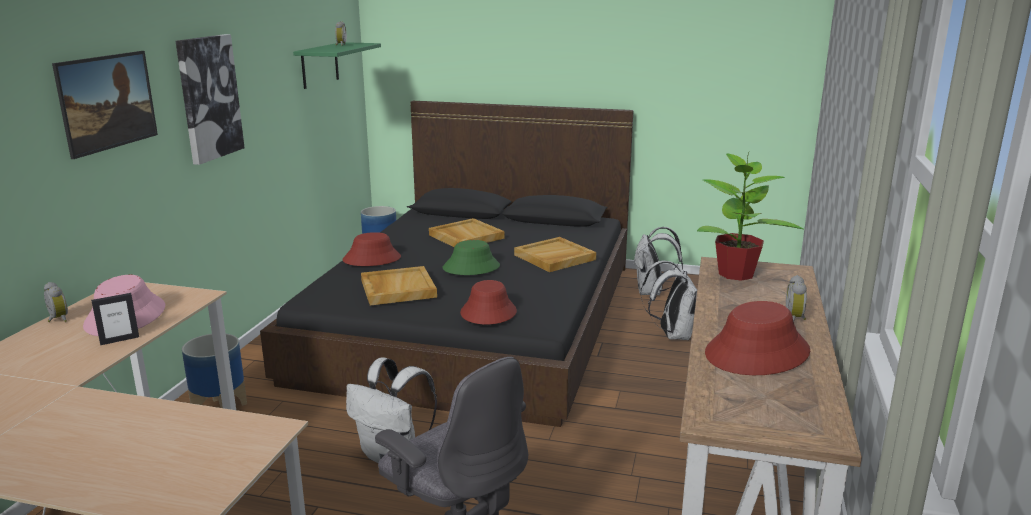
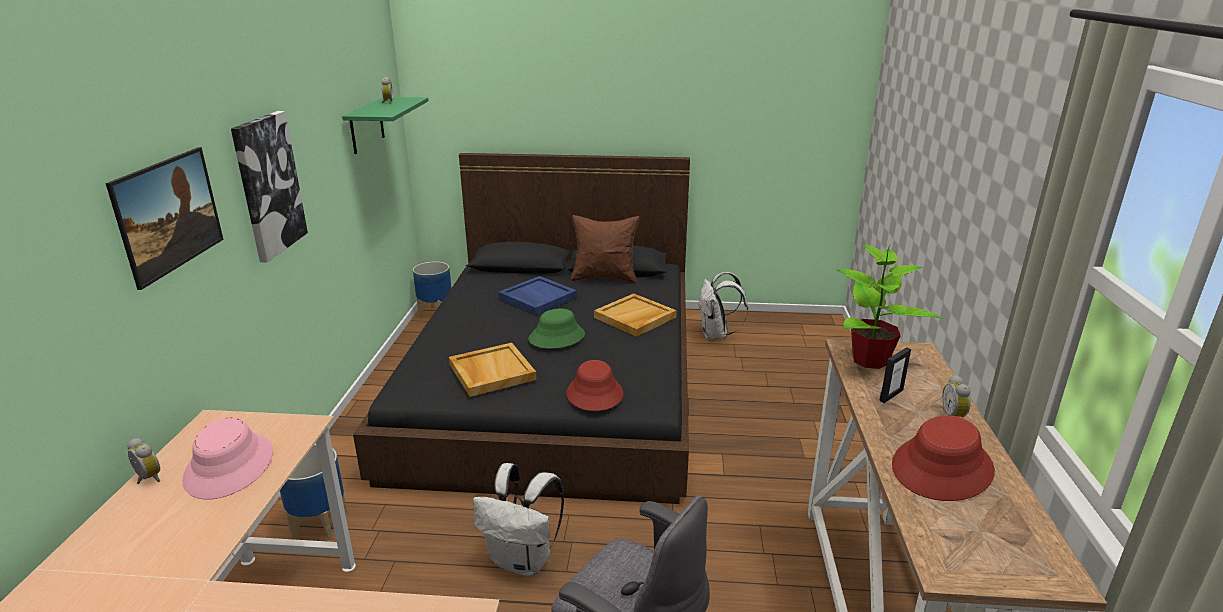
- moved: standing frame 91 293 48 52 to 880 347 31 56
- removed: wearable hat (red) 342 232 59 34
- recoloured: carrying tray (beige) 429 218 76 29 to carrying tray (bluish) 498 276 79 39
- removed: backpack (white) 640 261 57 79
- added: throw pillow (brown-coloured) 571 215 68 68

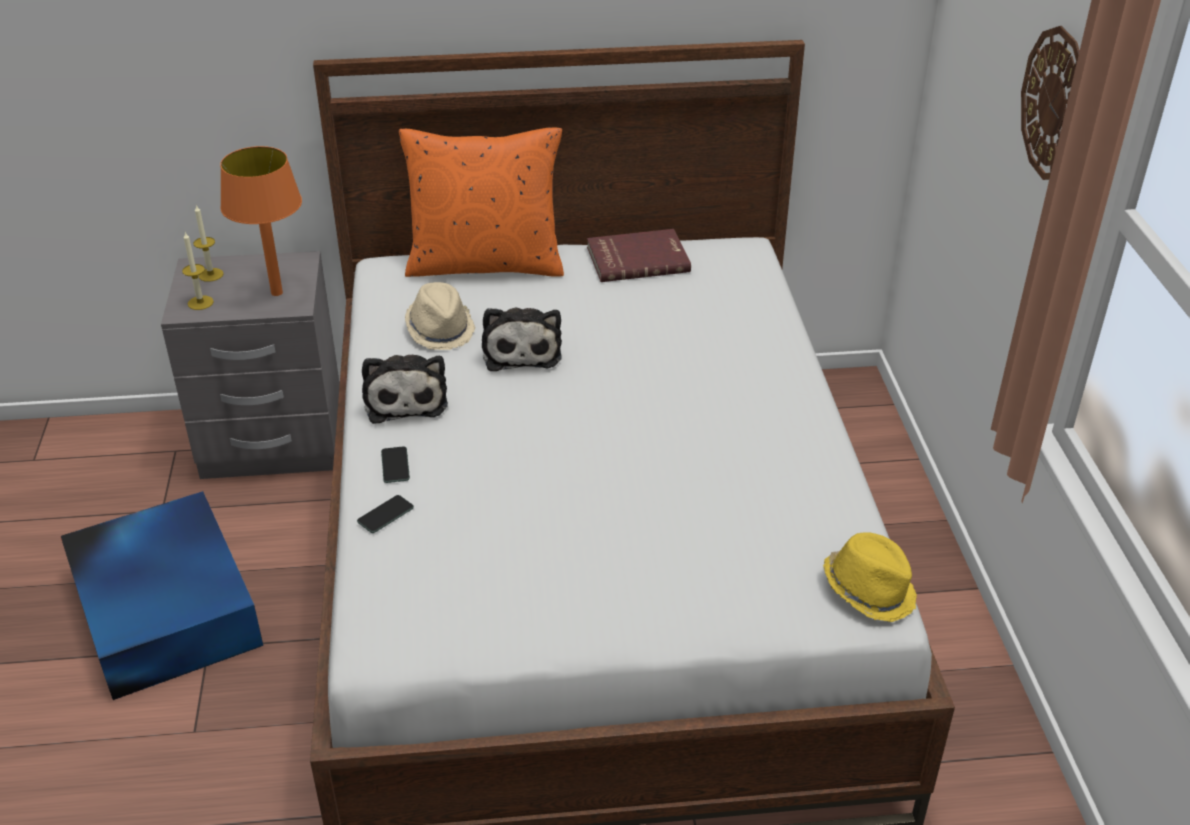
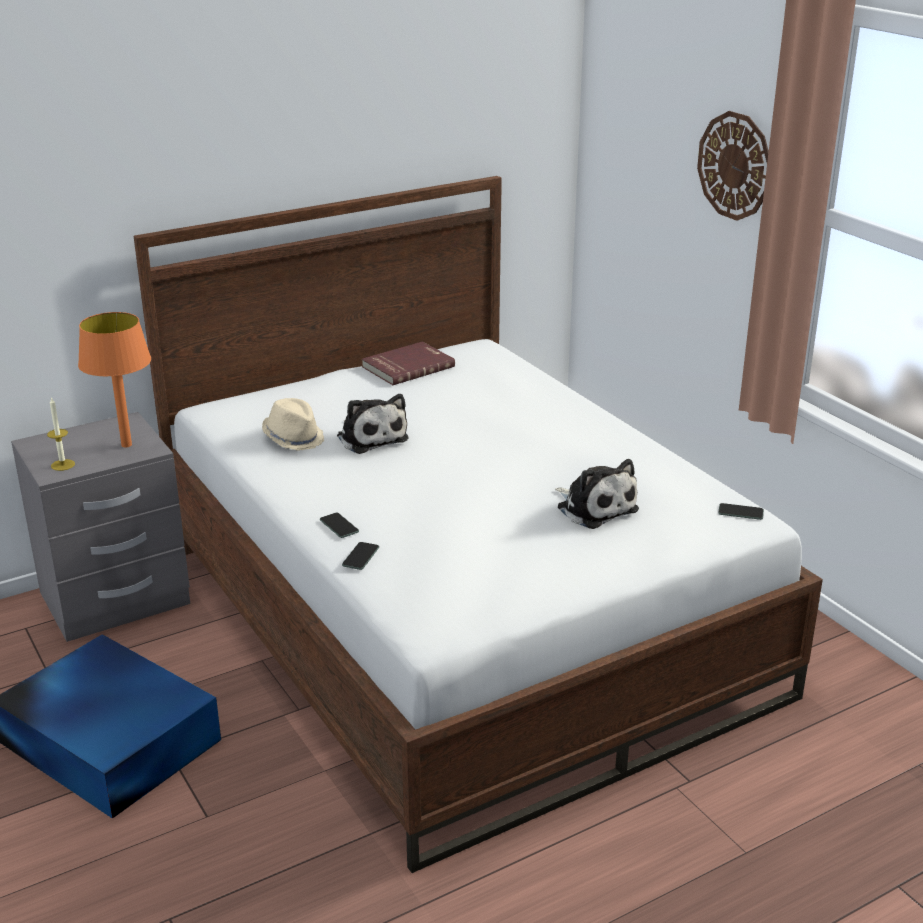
- removed: wax candle 193 205 30 77
- moved: plush toy 362 355 86 69 to 555 459 84 70
- removed: throw pillow (orange) 399 127 165 150
- replaced: wearable hat (yellow-coloured) 823 532 94 90 to phone 718 503 46 17

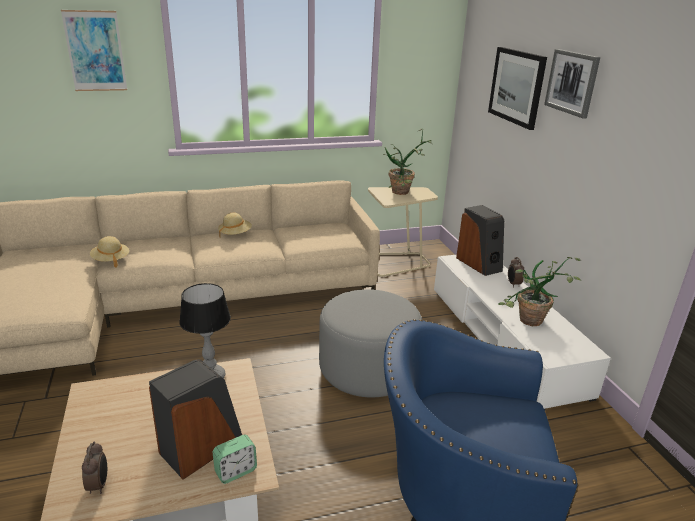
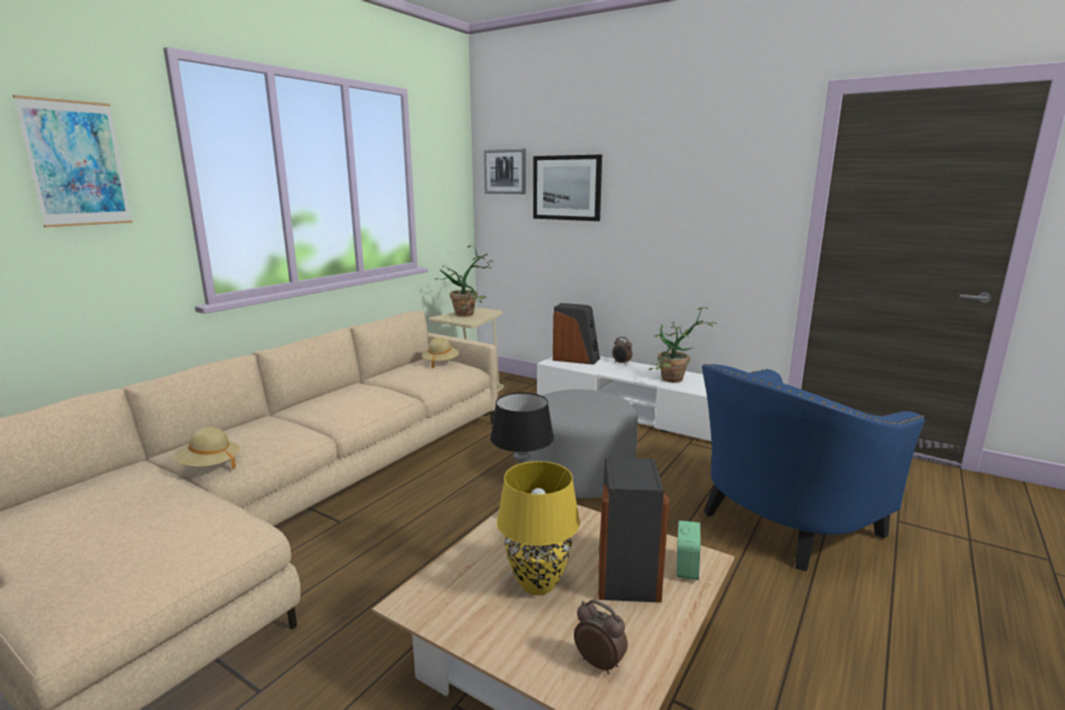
- moved: wearable hat (beige) 218 212 34 26 to 422 338 37 31
- moved: wall picture 544 49 56 69 to 484 149 42 45
- added: lamp for a table (yellow-coloured) 497 461 83 134

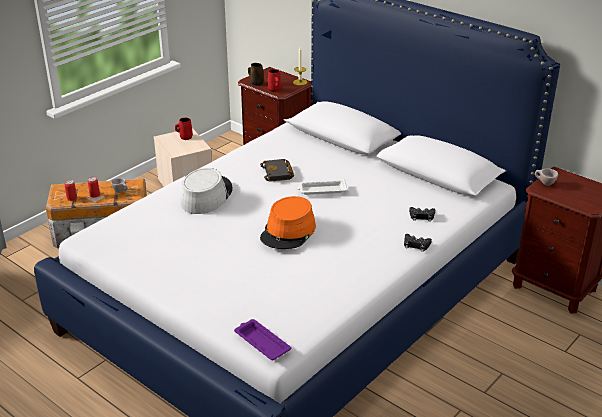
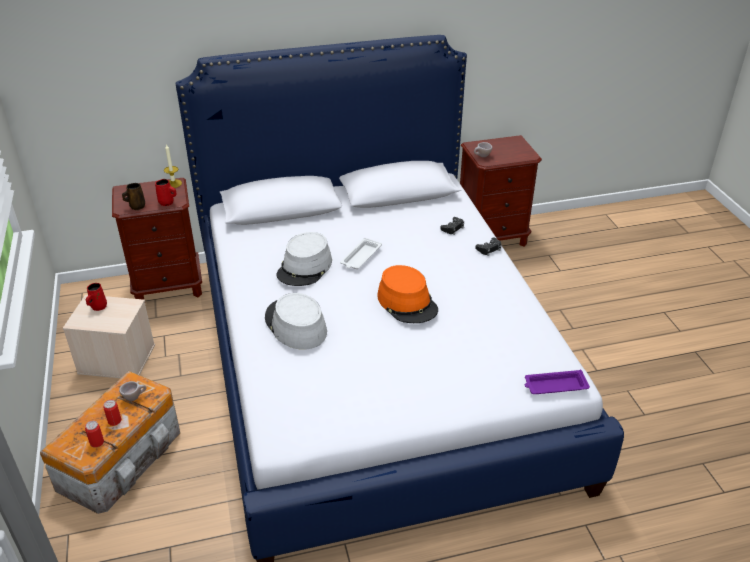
- replaced: volume (black) 260 159 34 23 to wearable hat (gray) 276 232 56 54

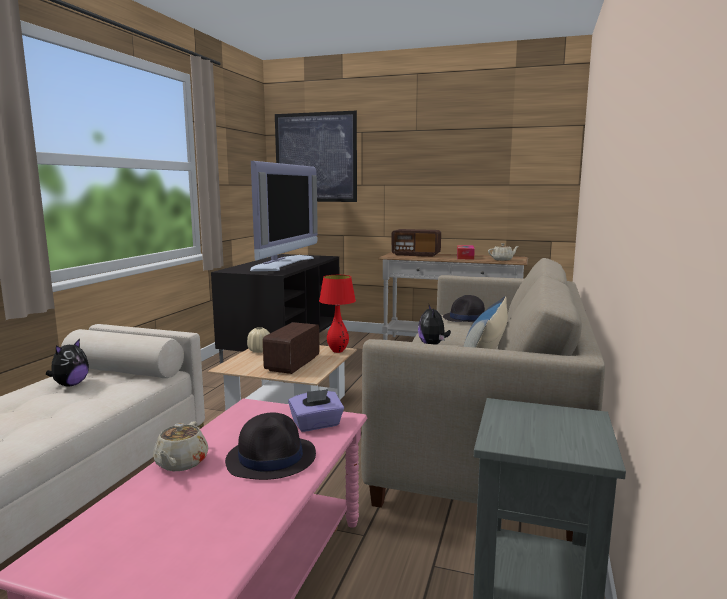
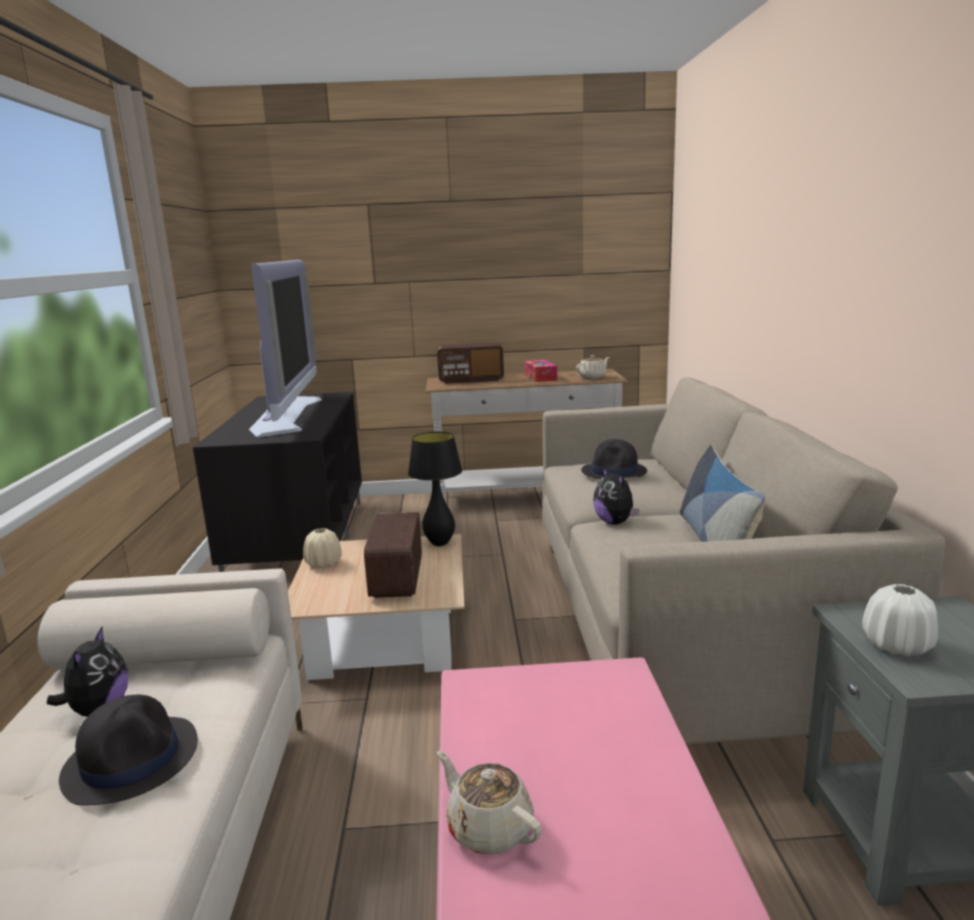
- turned: tea pot (beige) 153 421 55 50 = 437 751 105 103 150 degrees clockwise
- moved: wearable hat (black) 225 412 91 68 to 59 695 139 111
- removed: wall picture 275 111 82 91
- removed: tissue holder (purple-coloured) 288 389 56 43
- recoloured: lamp for a table (red) 319 275 37 78 to lamp for a table (black) 408 432 54 114
- added: decorative vase (white) 862 584 76 72

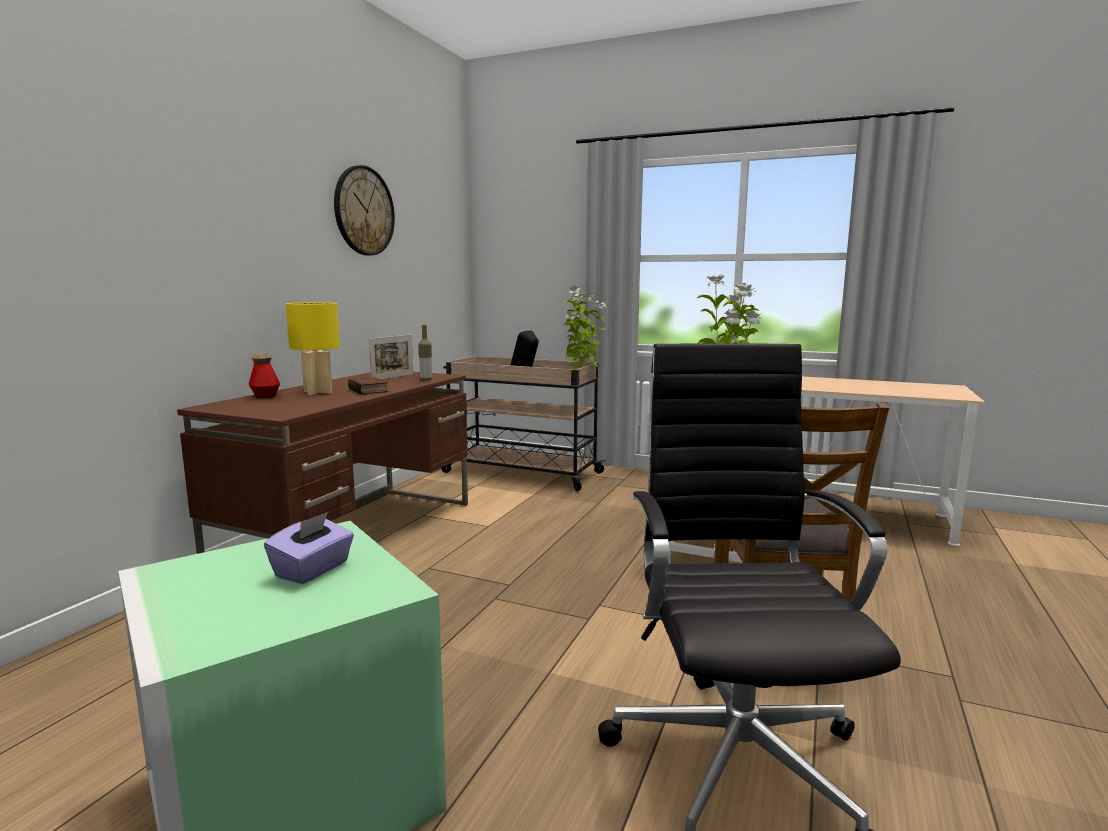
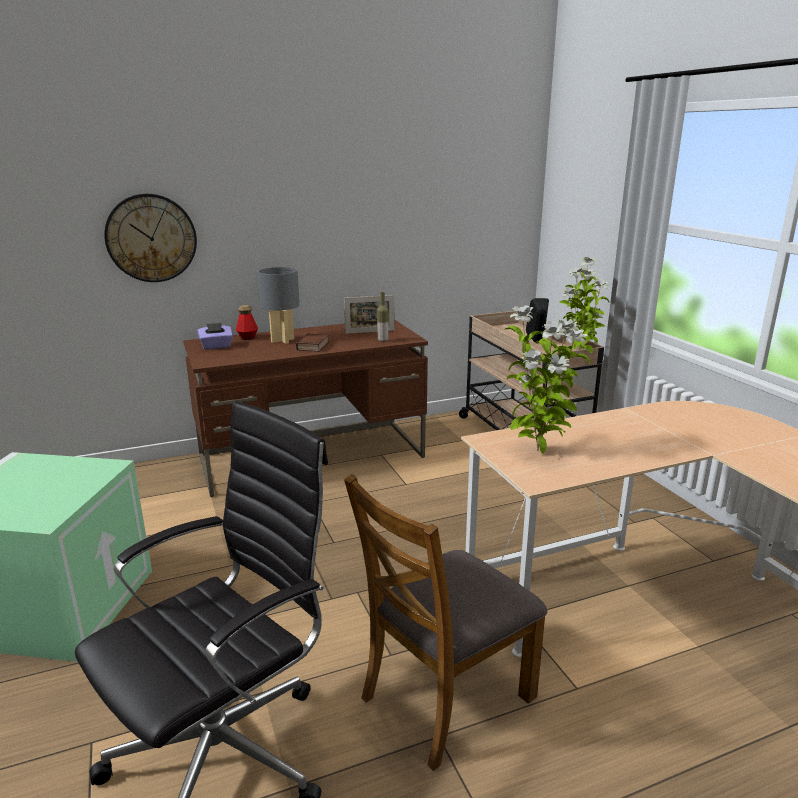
- moved: tissue holder (purple-coloured) 264 512 90 72 to 198 323 35 27
- recoloured: lamp for a table (yellow-coloured) 286 302 54 93 to lamp for a table (gray) 258 267 42 77
- moved: clock on the wall 334 165 61 91 to 104 194 93 88

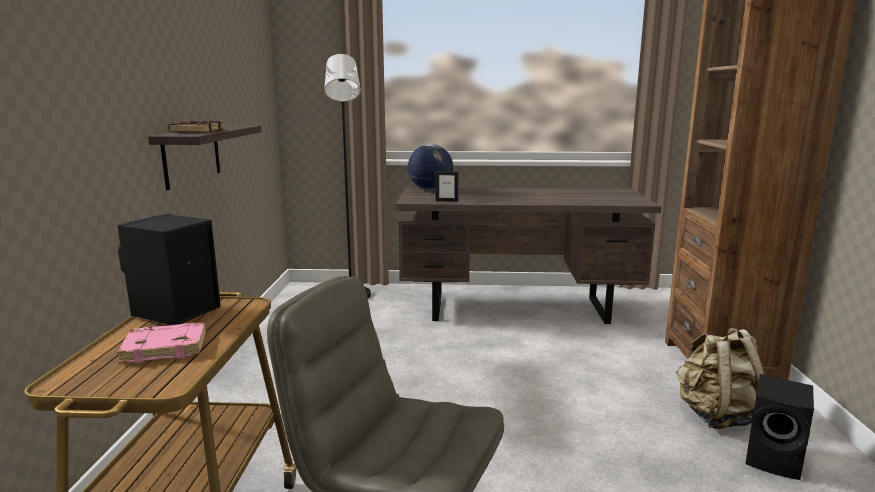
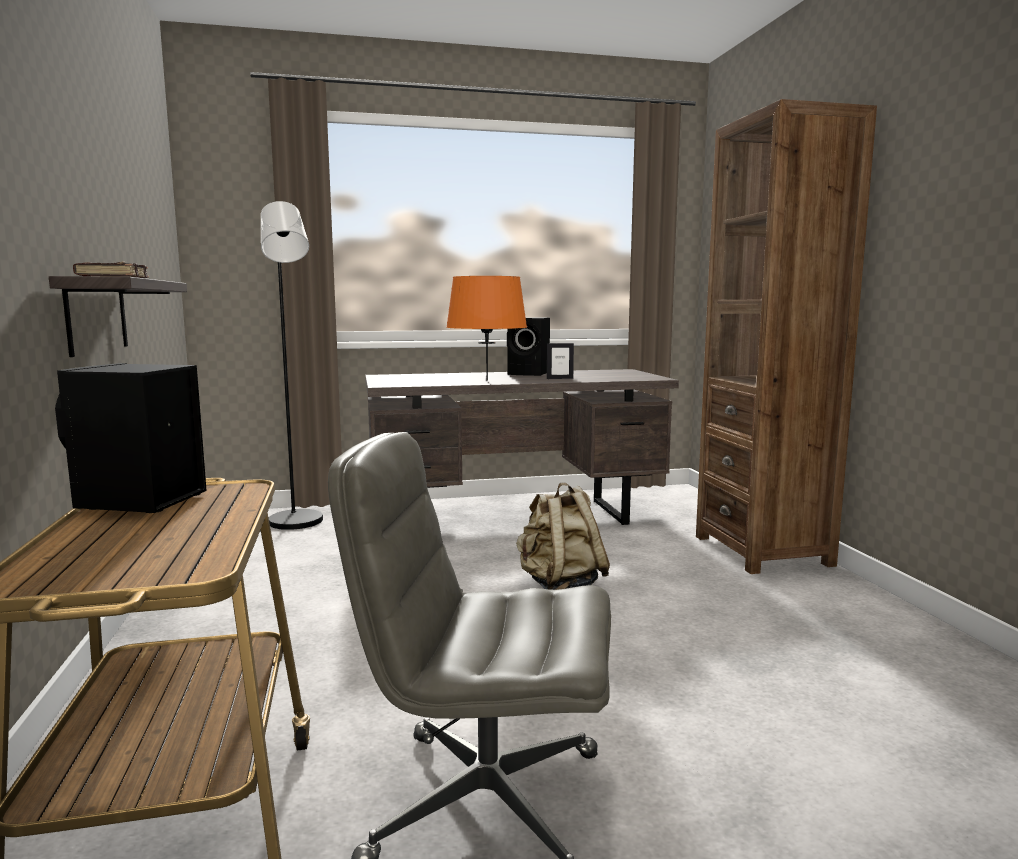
- removed: volume (pink) 117 322 89 42
- removed: world globe 408 144 45 46
- moved: standing frame 436 171 22 31 to 547 343 27 36
- moved: backpack (beige) 676 328 89 101 to 516 483 94 107
- moved: loudspeaker (black) 745 374 69 106 to 507 317 43 59
- added: lamp for a table (orange) 446 276 81 105

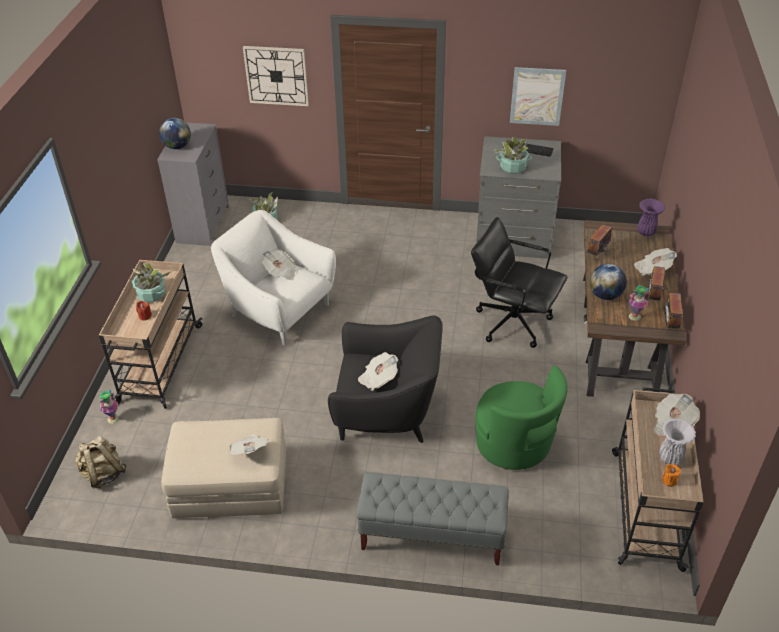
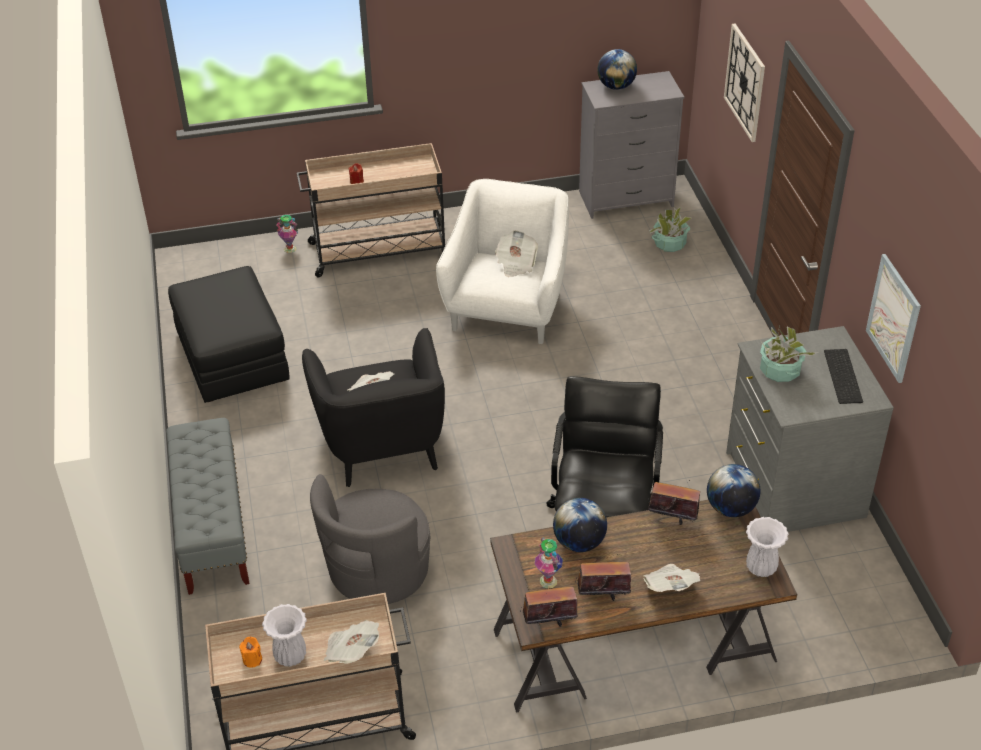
- removed: backpack (beige) 75 436 52 52
- removed: houseplant 129 263 41 39
- recoloured: footrest (beige) 161 418 125 100 to footrest (black) 168 266 122 137
- removed: newspaper 228 434 40 21
- recoloured: armchair (green) 475 366 92 104 to armchair (gray) 310 474 120 130
- recoloured: decorative vase (purple-coloured) 637 199 28 37 to decorative vase (white) 746 517 43 60
- added: world globe 707 464 53 53

